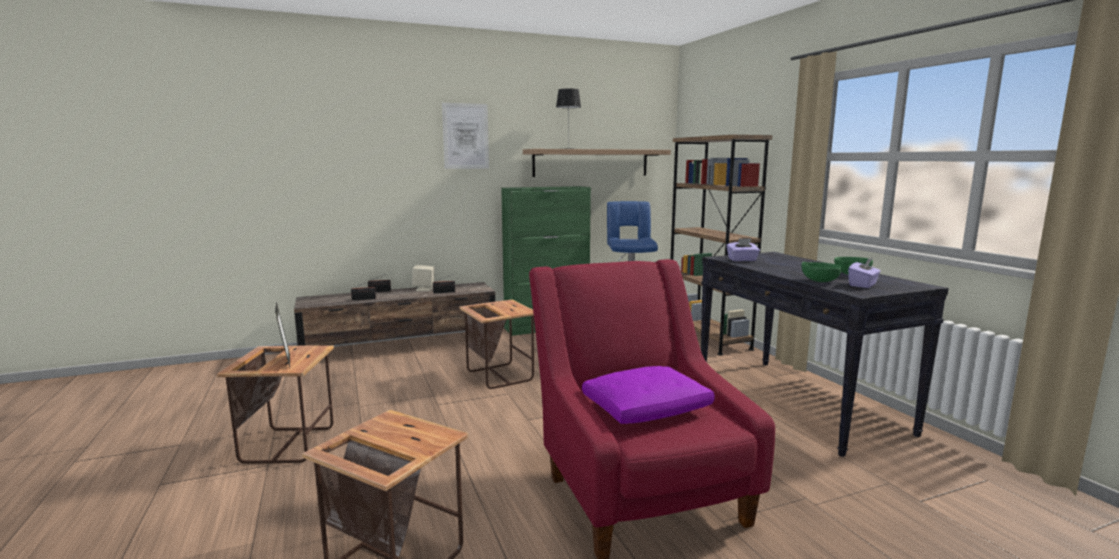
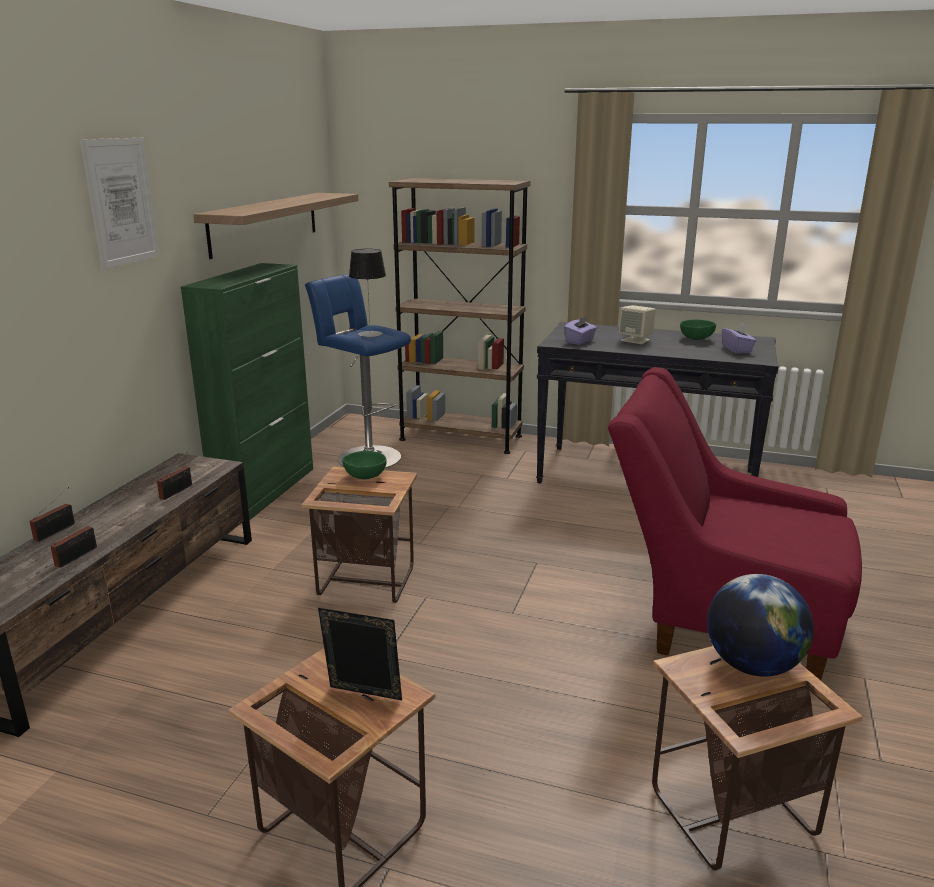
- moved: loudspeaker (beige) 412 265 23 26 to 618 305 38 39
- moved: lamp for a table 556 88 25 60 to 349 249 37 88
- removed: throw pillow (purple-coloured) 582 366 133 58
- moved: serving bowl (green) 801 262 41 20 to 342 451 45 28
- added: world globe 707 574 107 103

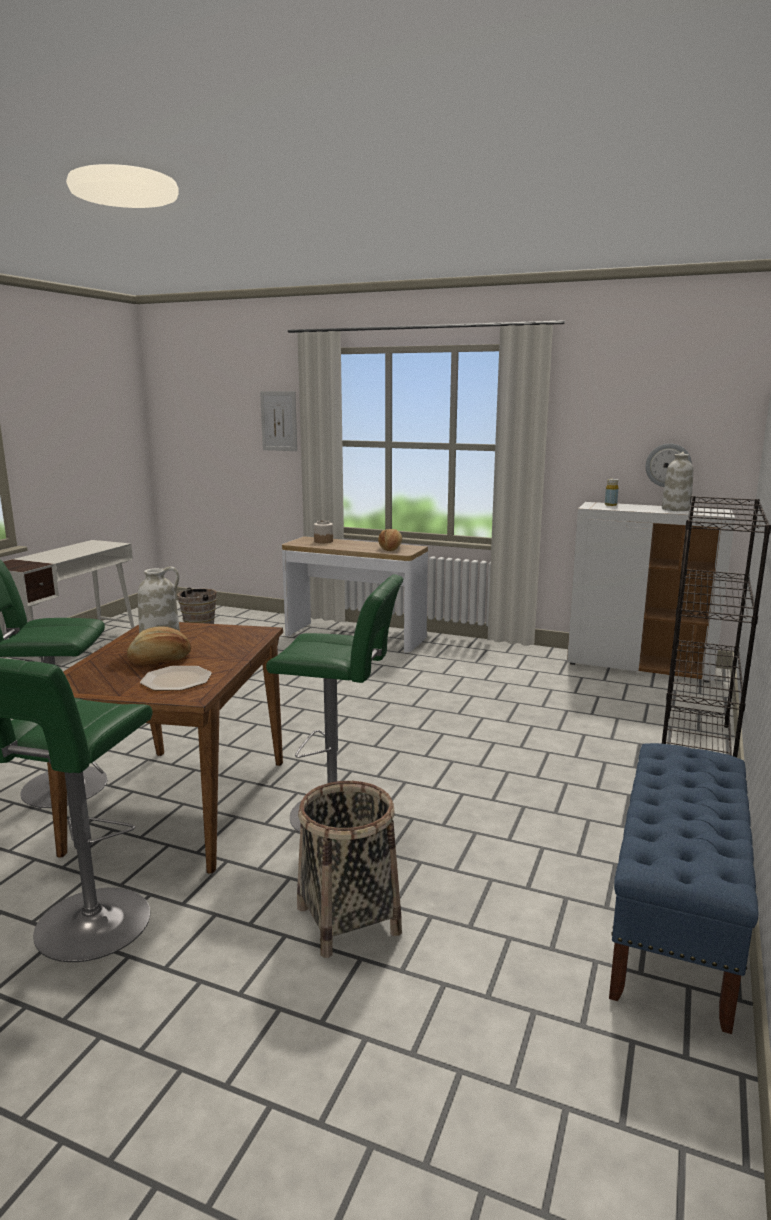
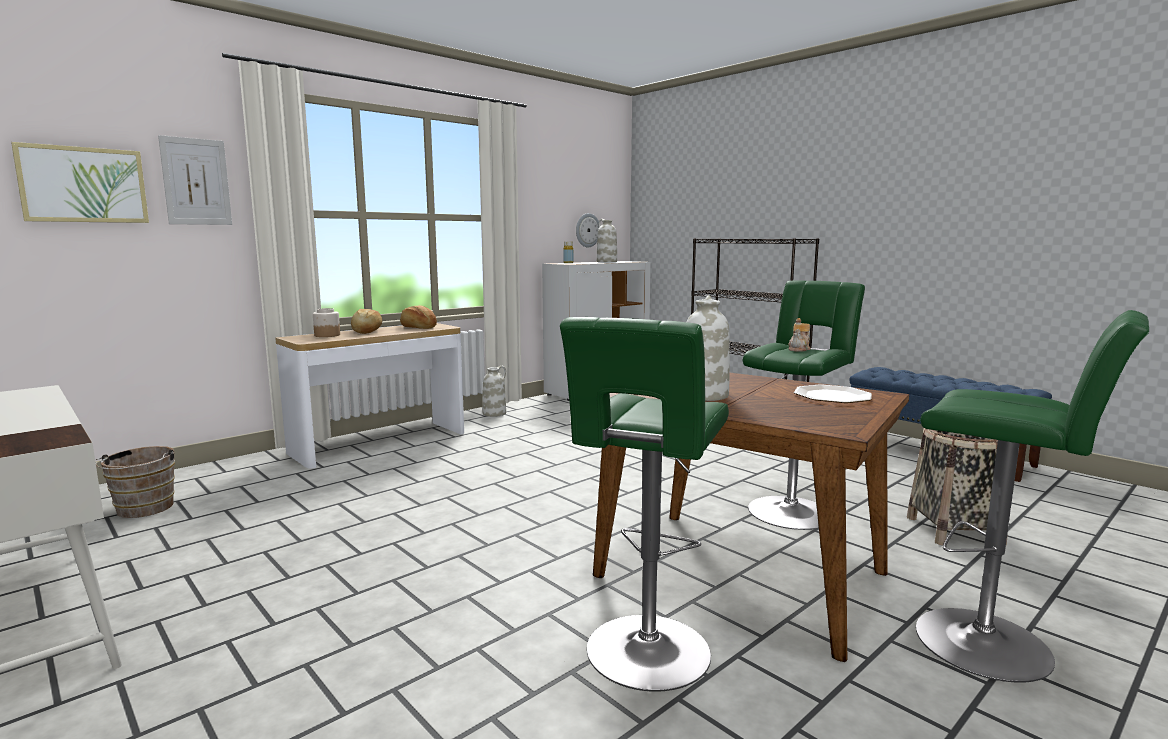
- moved: bakery bread 127 626 64 39 to 351 309 31 25
- added: wall picture 11 142 138 81
- added: decorative vase (white) 482 366 24 51
- added: tea pot 788 318 23 34

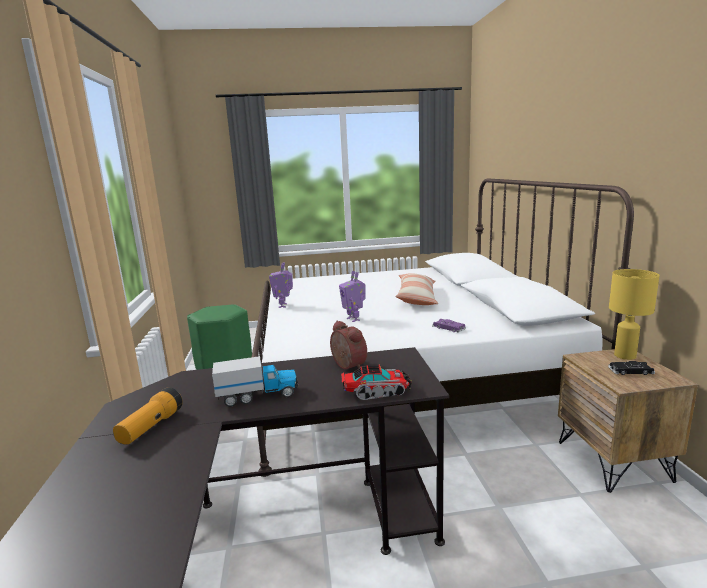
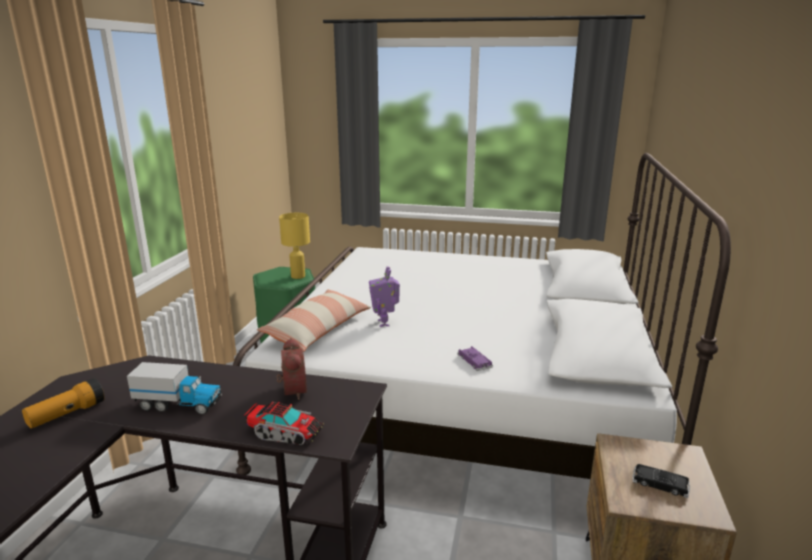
- removed: model robot 269 262 24 46
- moved: throw pillow 395 273 43 32 to 257 289 114 63
- moved: lamp for a table (yellow-coloured) 609 269 50 91 to 279 213 31 66

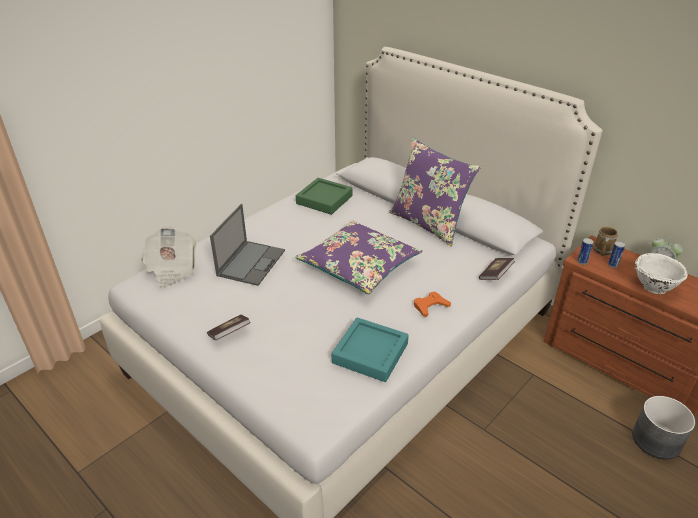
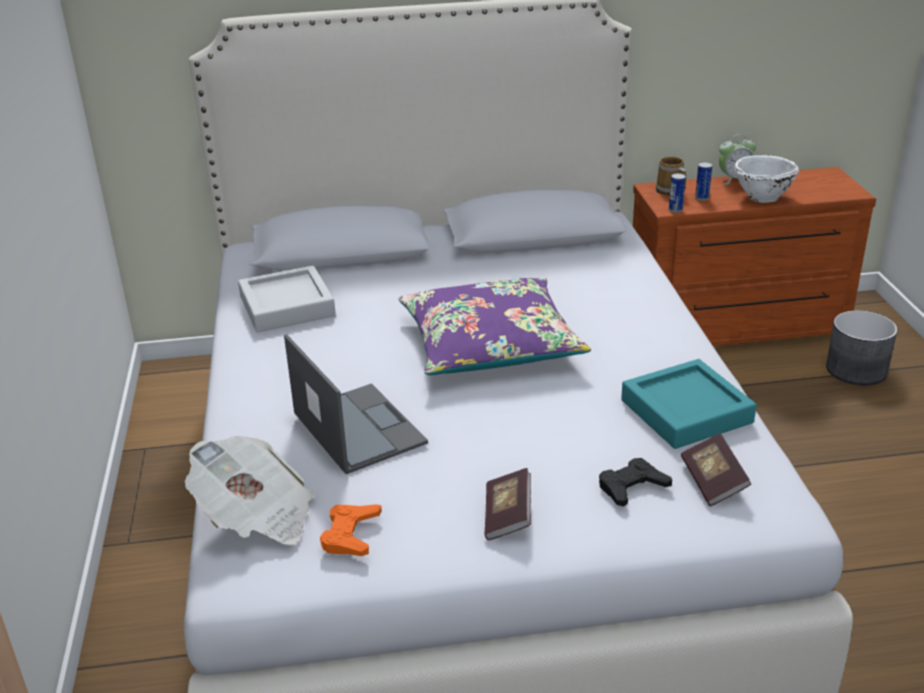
- recoloured: carrying tray (green) 296 178 57 37 to carrying tray (gray) 238 266 98 66
- removed: throw pillow (purple-coloured) 389 138 92 108
- moved: gamepad (orange) 414 292 37 25 to 320 504 62 52
- moved: volume 479 258 36 22 to 681 433 70 74
- added: gamepad (black) 599 458 73 49

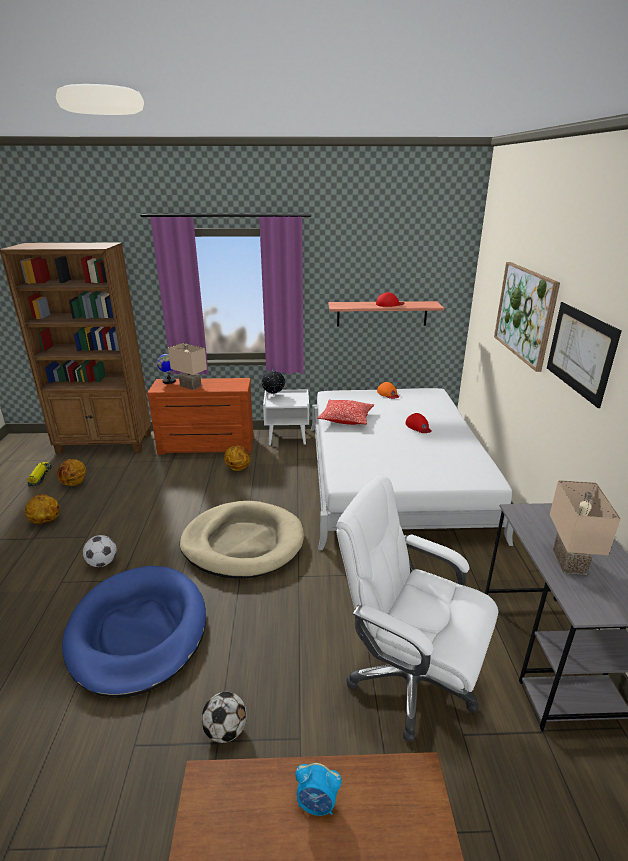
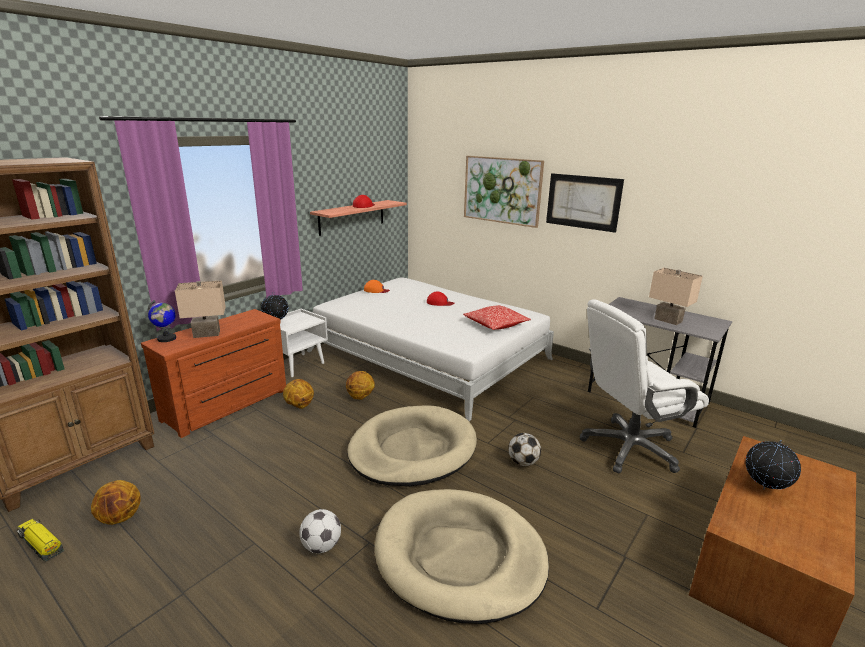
- moved: ball for basketball 25 494 35 30 to 346 371 29 29
- recoloured: pet bed (bluish) 62 566 144 132 to pet bed (beige) 375 489 174 135
- moved: football 202 692 45 51 to 508 433 33 33
- replaced: alarm clock 295 763 47 53 to world globe 745 440 56 49
- moved: throw pillow 317 400 57 25 to 463 305 68 25

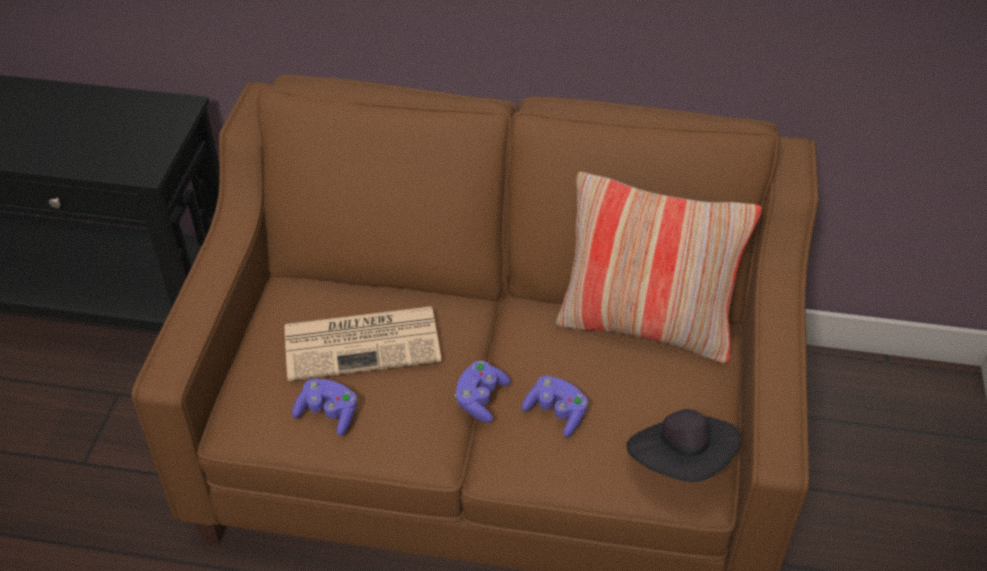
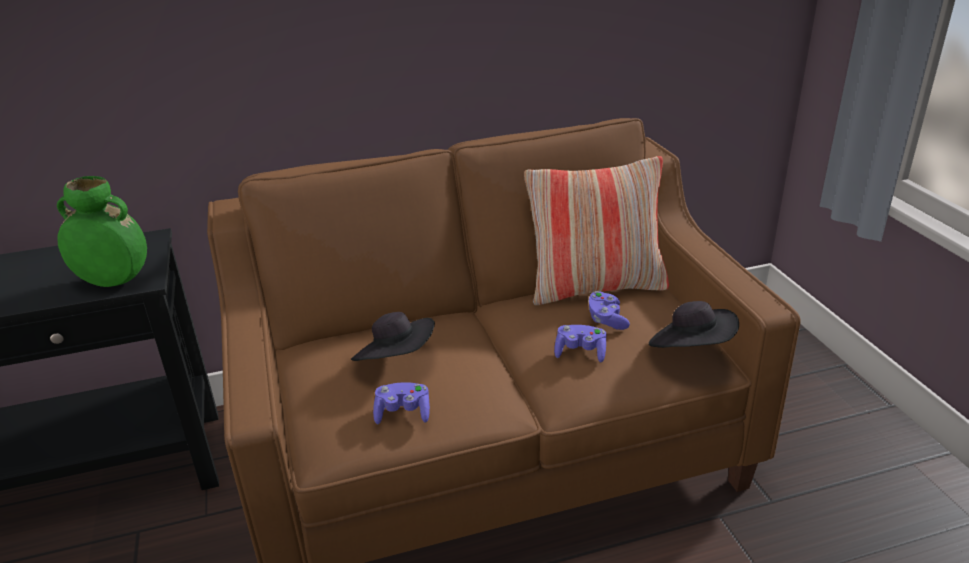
- replaced: newspaper 285 306 156 75 to wearable hat (black) 351 312 84 49
- moved: gamepad (purple-coloured) 455 360 56 63 to 588 291 42 39
- added: decorative vase (green) 57 176 90 111

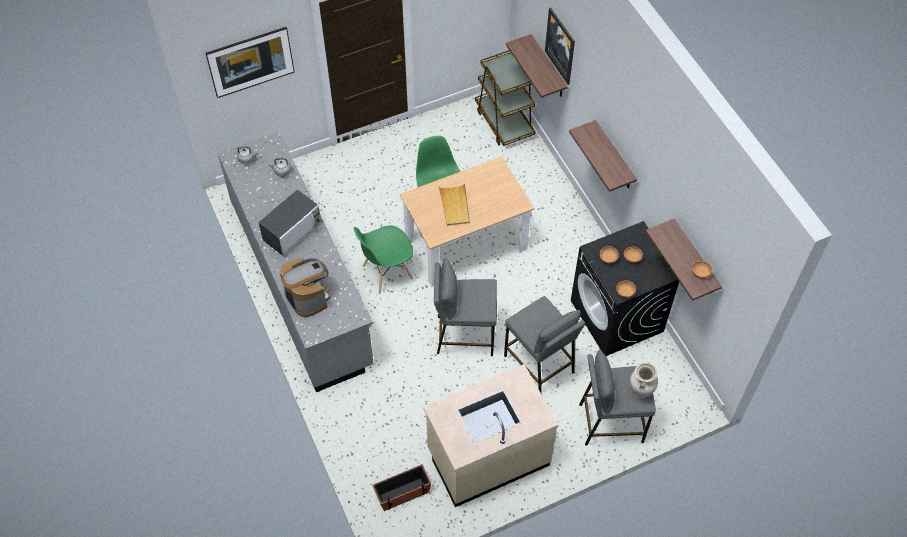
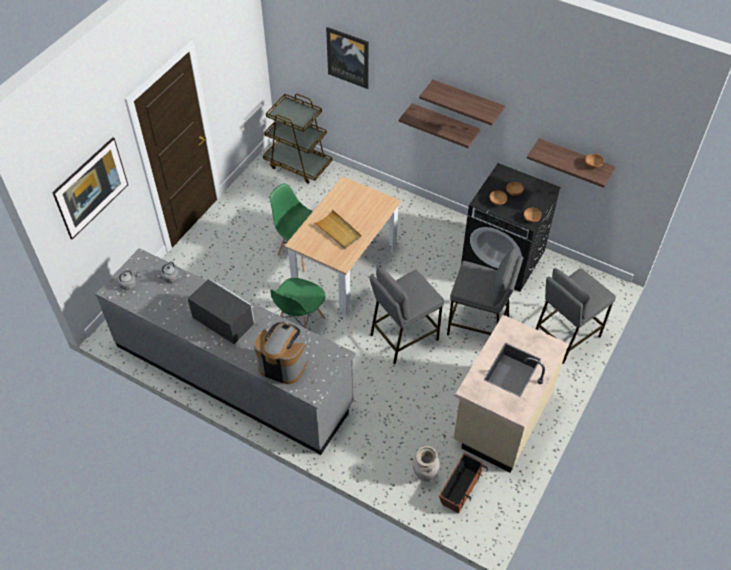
- turned: microwave oven 258 190 64 67 = 188 278 67 66 60 degrees counterclockwise
- moved: wall shelf 506 34 62 64 to 419 80 86 46
- moved: decorative vase (beige) 630 362 28 37 to 413 446 27 35

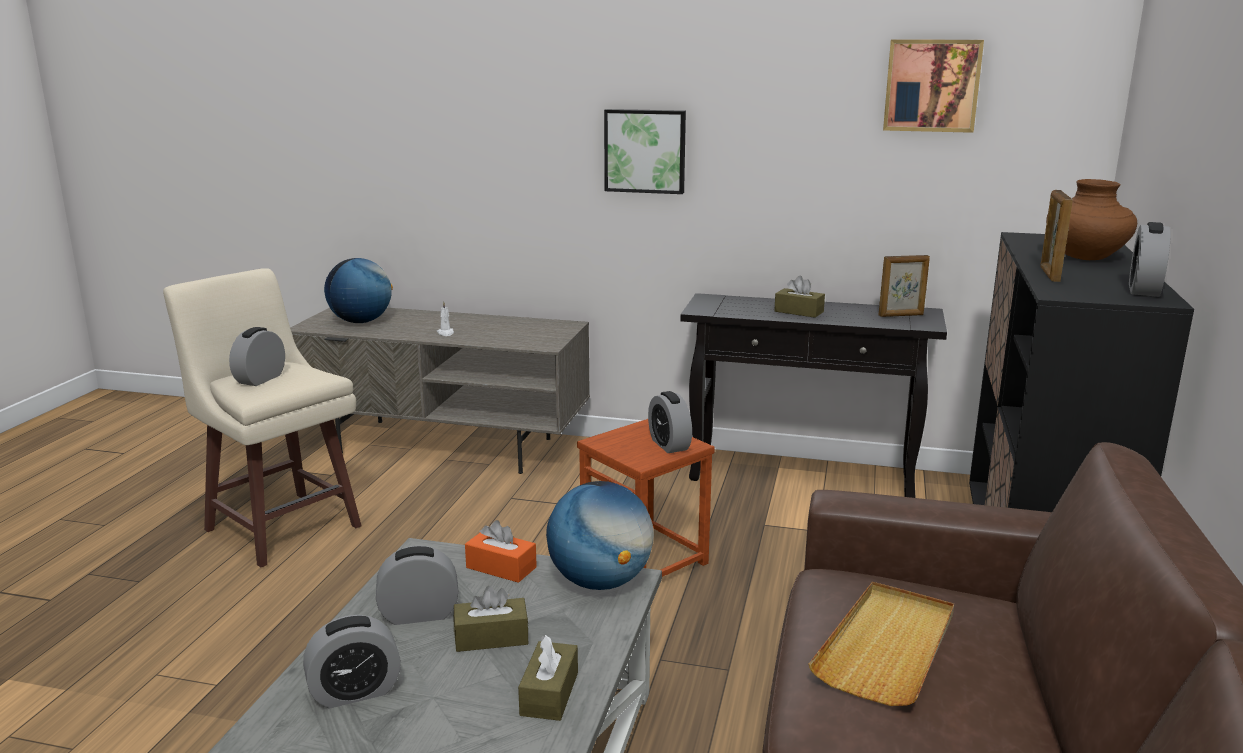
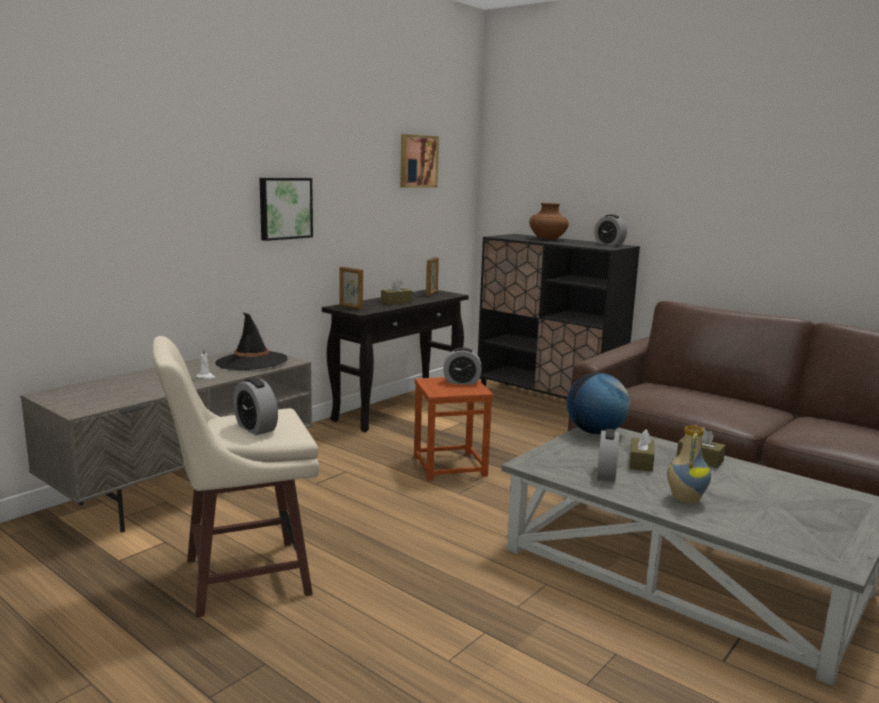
- replaced: alarm clock 303 615 98 94 to decorative vase 667 425 44 79
- removed: world globe 324 258 69 65
- removed: tissue holder (orange) 465 520 72 63
- removed: carrying tray (beige) 808 582 146 124
- moved: standing frame 1040 190 32 92 to 339 267 24 43
- added: wearable hat (black) 215 313 73 57

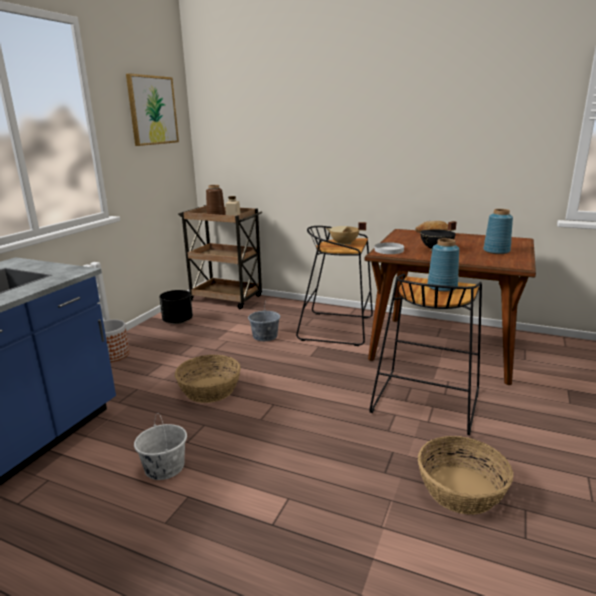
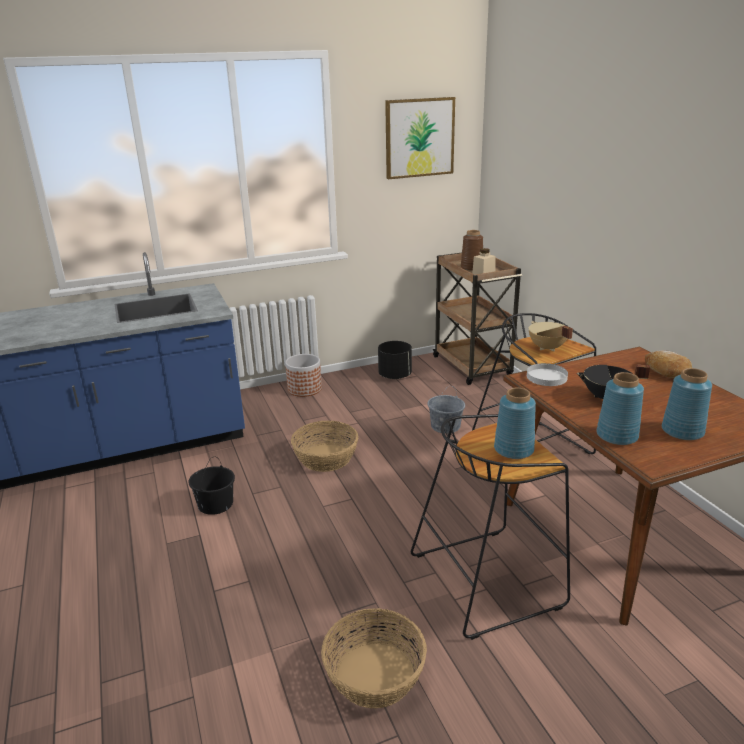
- recoloured: water bucket (white) 134 414 53 66 to water bucket (black) 188 458 47 57
- added: decorative vase (bluish) 596 372 48 73

